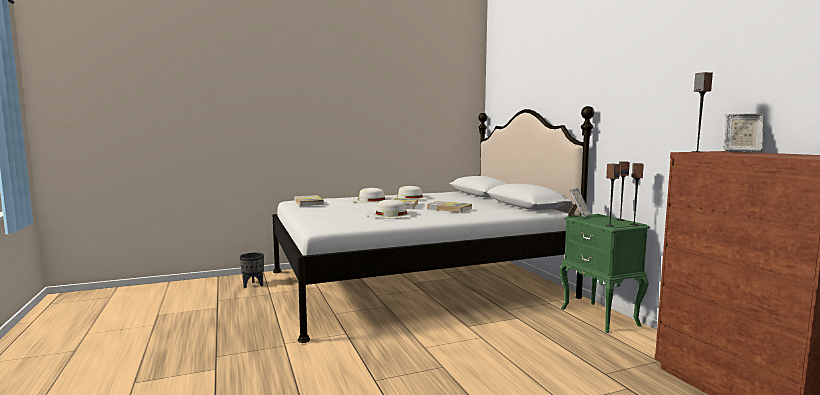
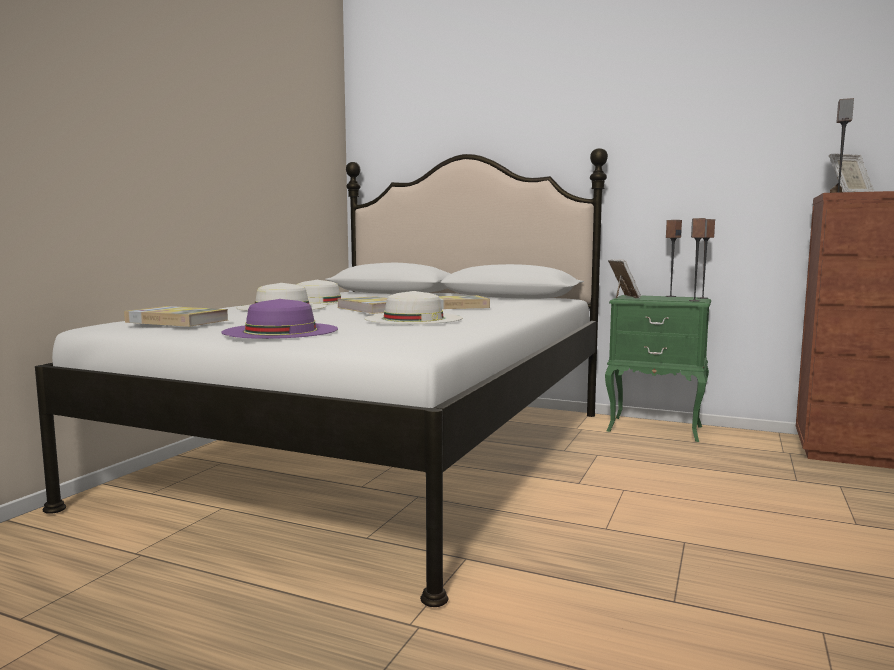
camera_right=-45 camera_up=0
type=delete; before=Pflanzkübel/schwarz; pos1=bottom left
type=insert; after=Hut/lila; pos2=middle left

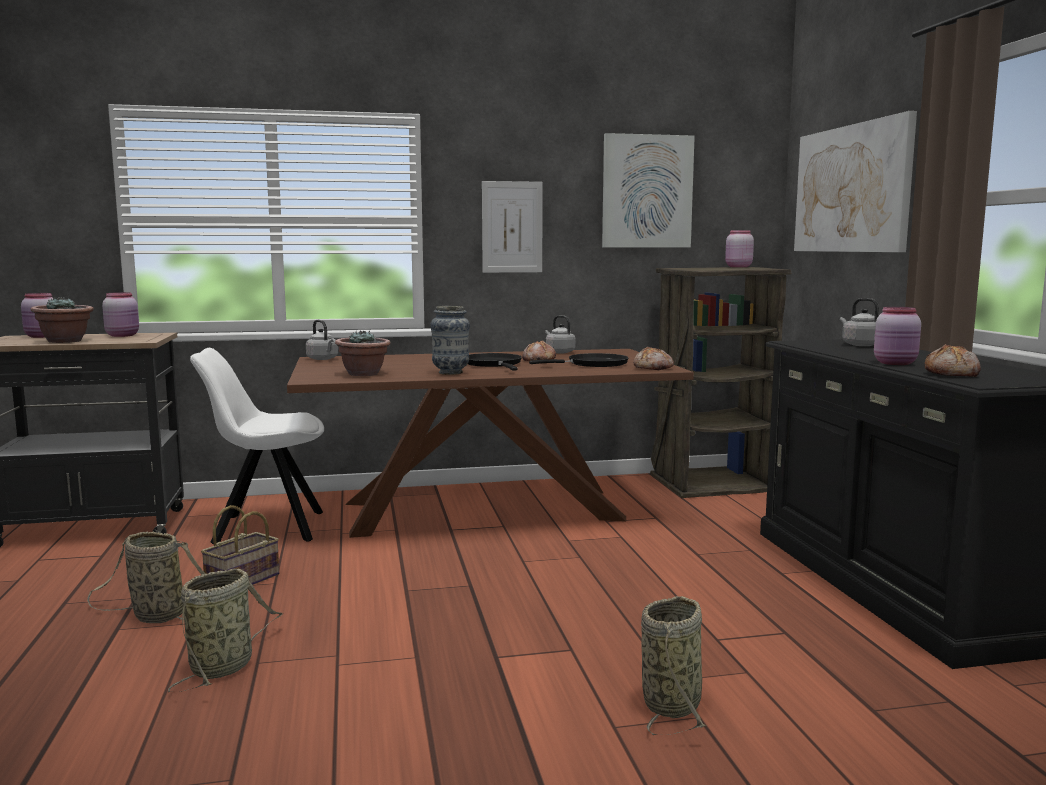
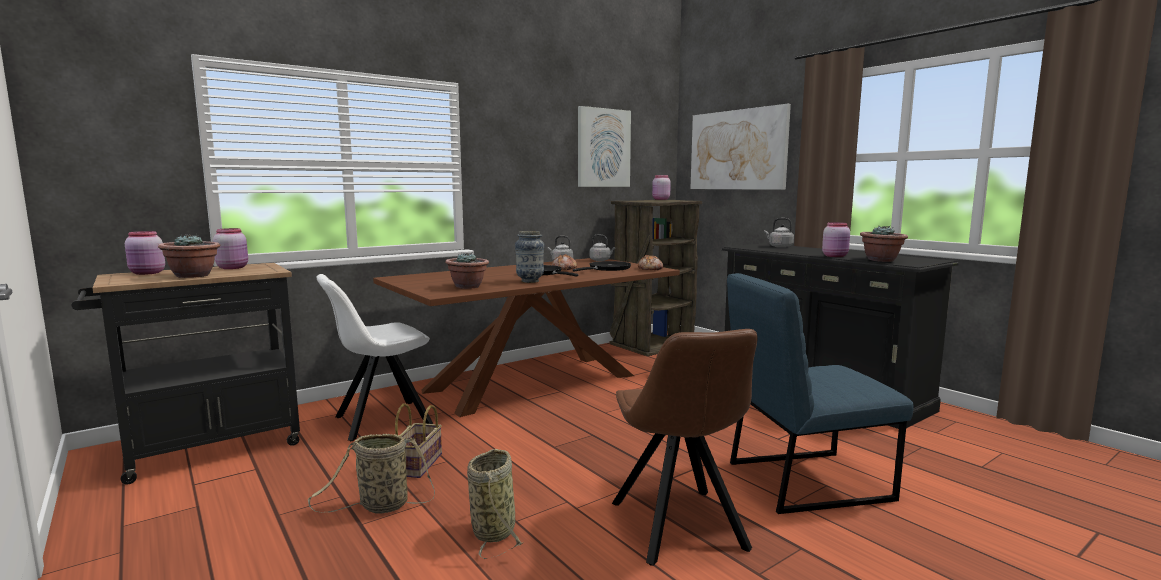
camera_right=-25 camera_up=0
type=delete; before=Bild (1st from left); pos1=top centre
type=move; before=Wasserkessel/grau (1st from left in the first image); after=Wasserkessel/grau (2nd from left); pos1=middle left; pos2=centre
type=replace; before=Brot (3rd from left); after=Topfpflanze (3rd from left); pos1=middle right; pos2=middle right
type=replace; before=Korb (4th from left); after=Stuhl/blau; pos1=bottom centre; pos2=bottom right
type=insert; after=Stuhl/braun; pos2=bottom centre

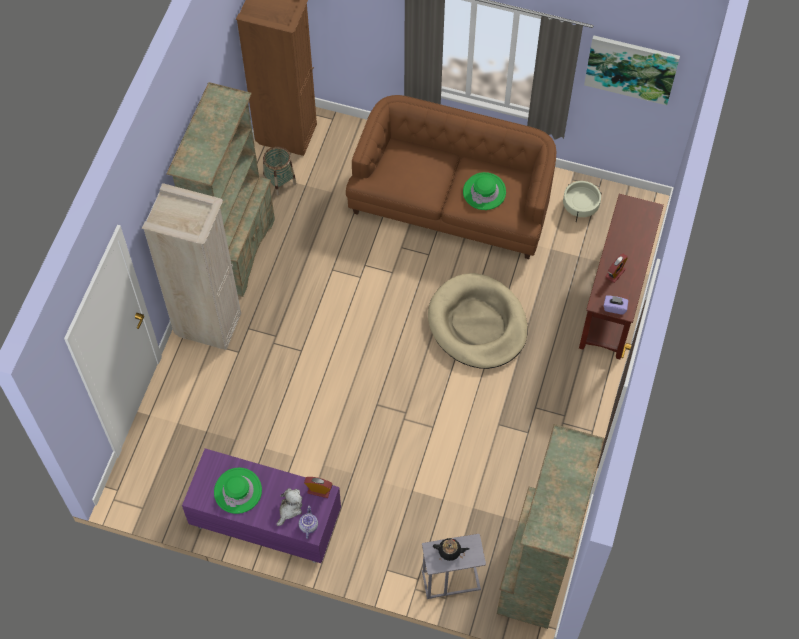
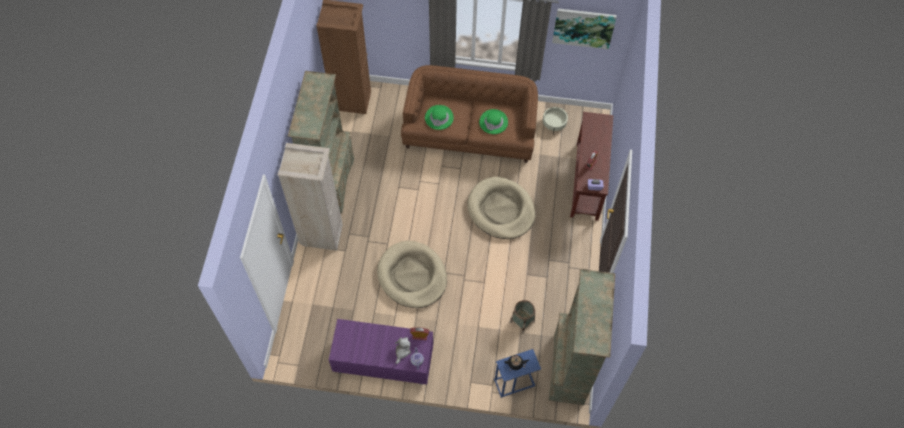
camera_right=-10 camera_up=0
type=move; before=Korb; pos1=top centre; pos2=bottom centre
type=move; before=Hut/grün (1st from left); pos1=bottom left; pos2=top centre
type=recolor; before=Beistelltisch/grau; after=Beistelltisch/blau; pos1=bottom centre; pos2=bottom centre
type=insert; after=Hundebett/beige (1st from left); pos2=centre

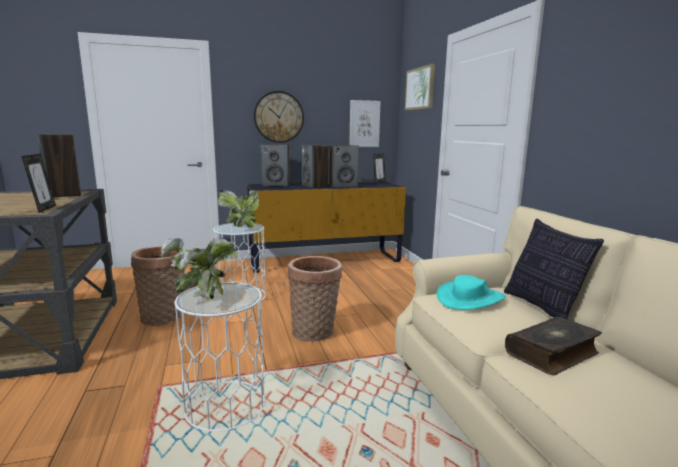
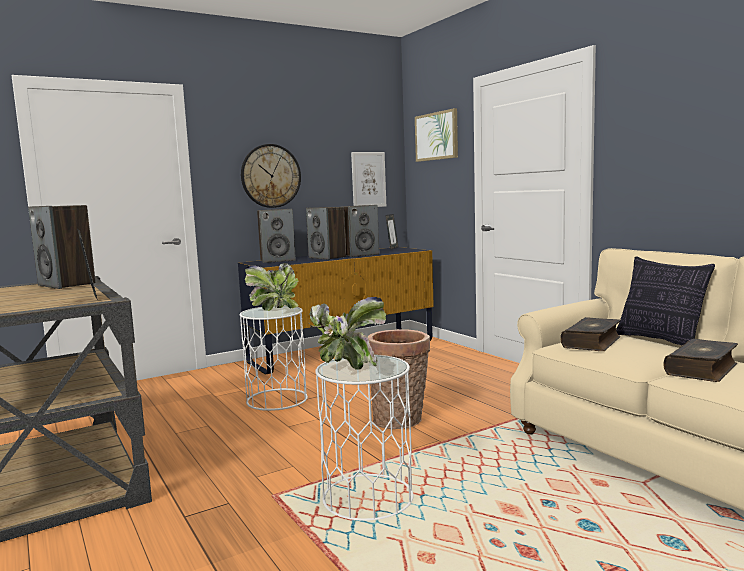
camera_right=-15 camera_up=-5
type=delete; before=Korb (1st from left); pos1=middle left
type=replace; before=Hut/türkis; after=Buch (1st from left); pos1=middle right; pos2=middle right

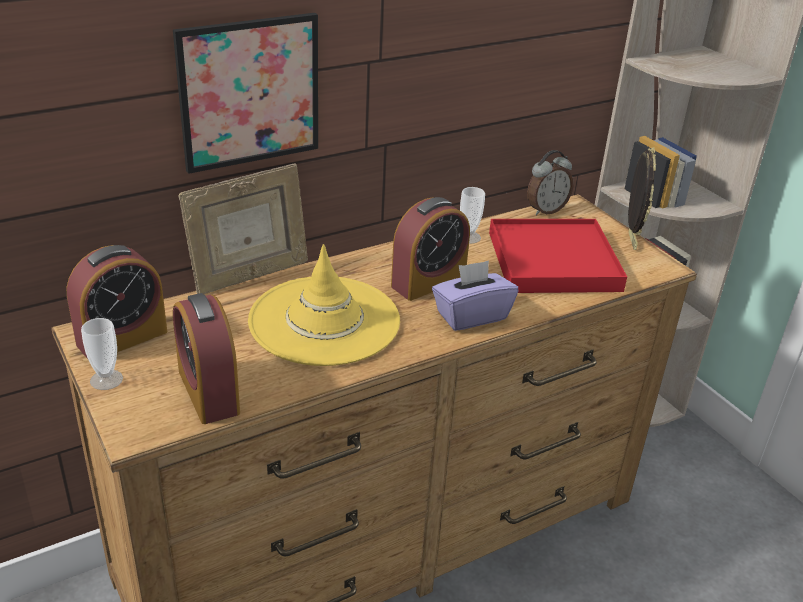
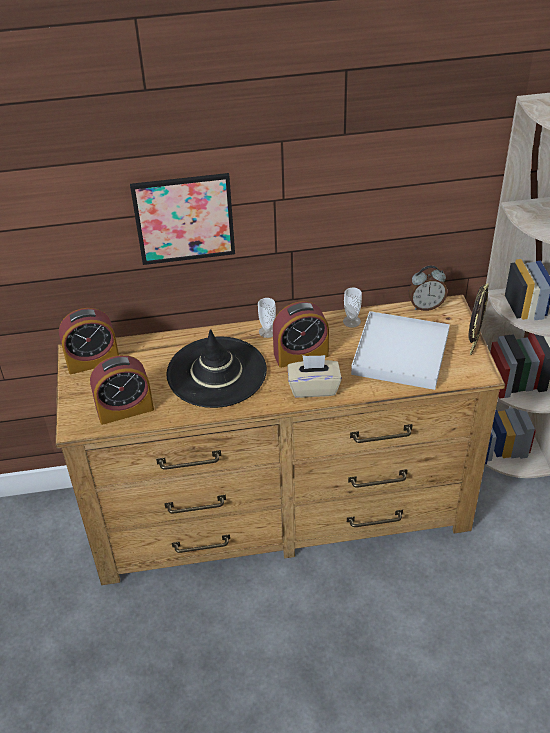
camera_right=25 camera_up=10
type=delete; before=Bilderrahmen (1st from left); pos1=middle left
type=recolor; before=Tablett/rot; after=Tablett/weiß; pos1=middle right; pos2=middle right
type=recolor; before=Hut/gelb; after=Hut/schwarz; pos1=centre; pos2=centre
type=recolor; before=Taschentuchbox/lila; after=Taschentuchbox/beige; pos1=centre; pos2=centre
type=rotate; before=Wecker (2nd from left); pos1=middle left; pos2=middle left; turn=-105
type=move; before=Tasse (1st from left); pos1=middle left; pos2=centre

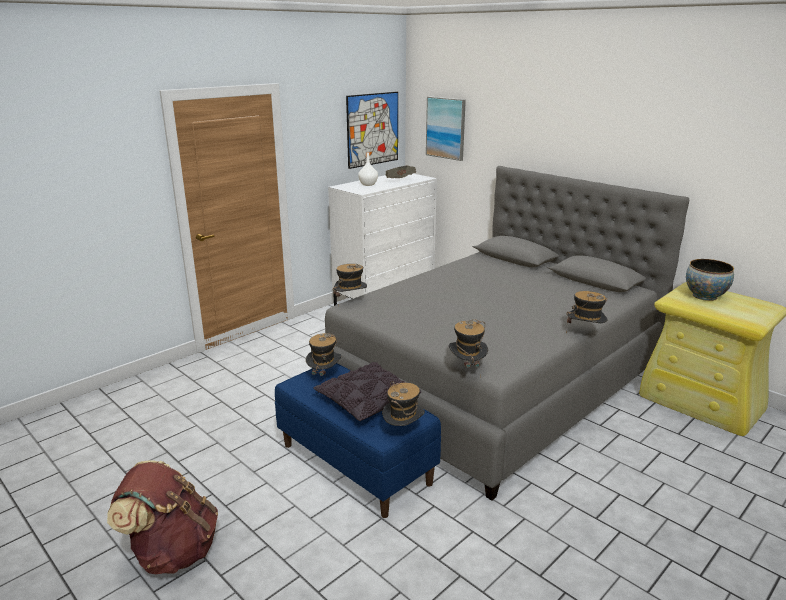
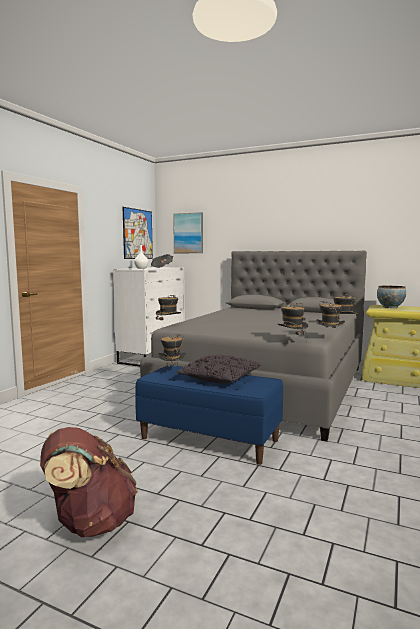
camera_right=-20 camera_up=-15
type=move; before=Hut (3rd from left in the first image); after=Hut (4th from left); pos1=bottom centre; pos2=middle right

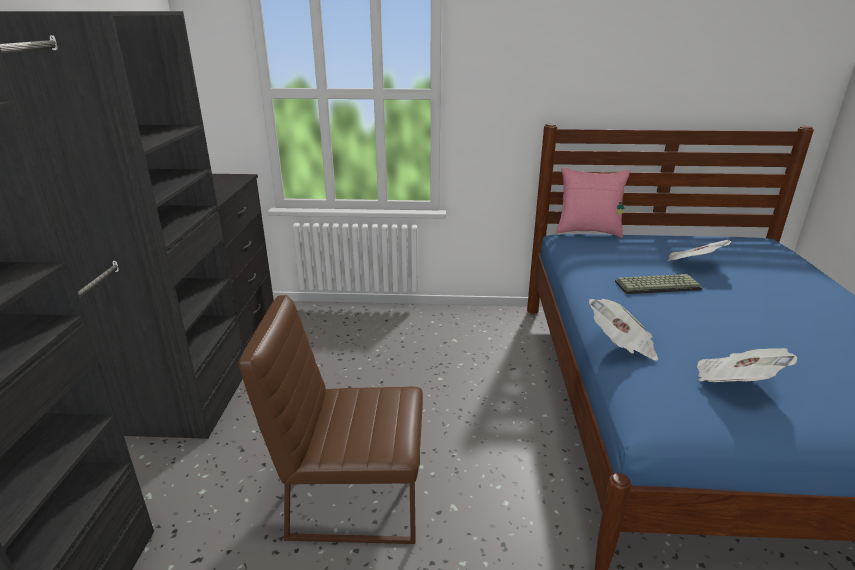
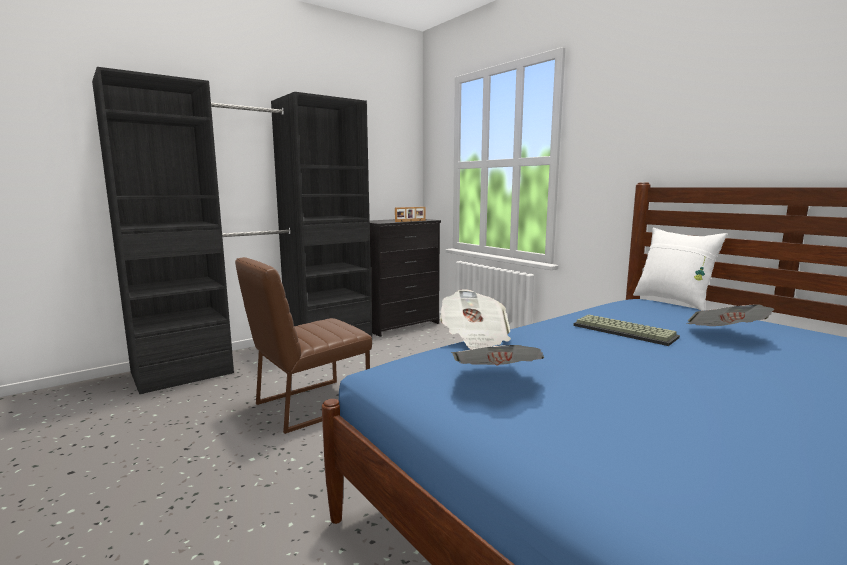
camera_right=50 camera_up=-15
type=recolor; before=Kissen/rosa; after=Kissen/weiß; pos1=middle right; pos2=middle right
type=rotate; before=Stuhl/braun; pos1=bottom centre; pos2=centre; turn=-90
type=insert; after=Bilderrahmen; pos2=centre

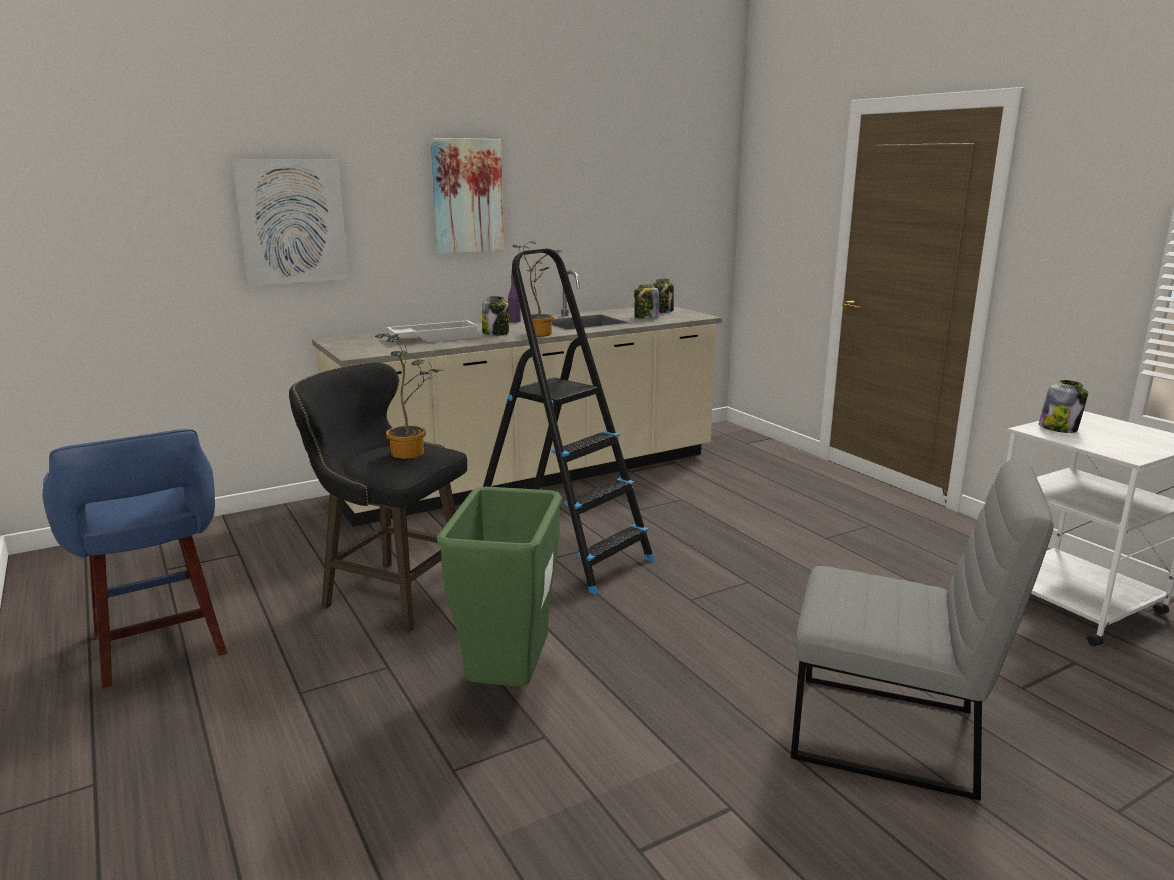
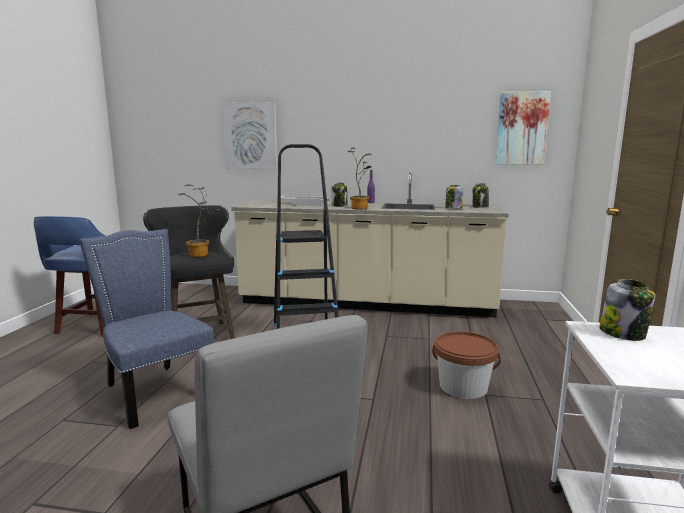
camera_right=40 camera_up=-5
type=move; before=Bild (2nd from left); pos1=top centre; pos2=top right
type=replace; before=Mülleimer/grün; after=Stuhl/blau; pos1=bottom centre; pos2=middle left
type=insert; after=Eimer/braun; pos2=bottom right

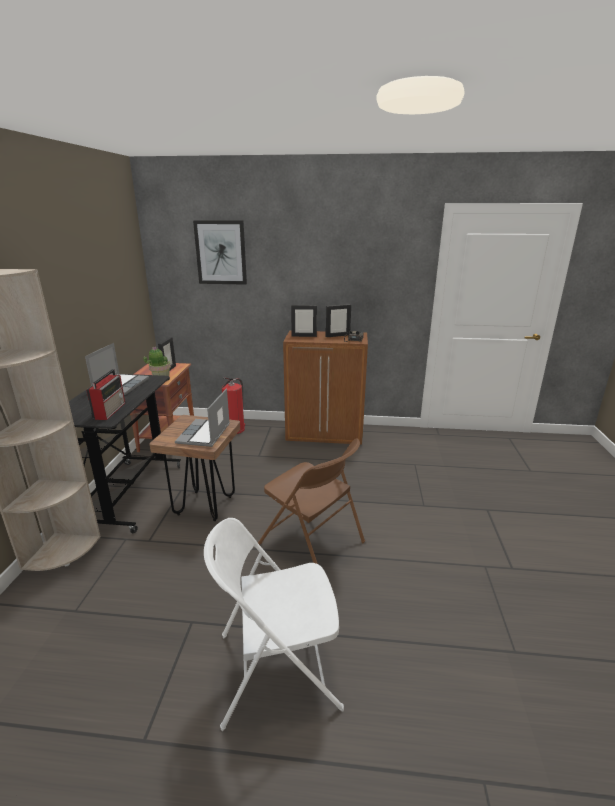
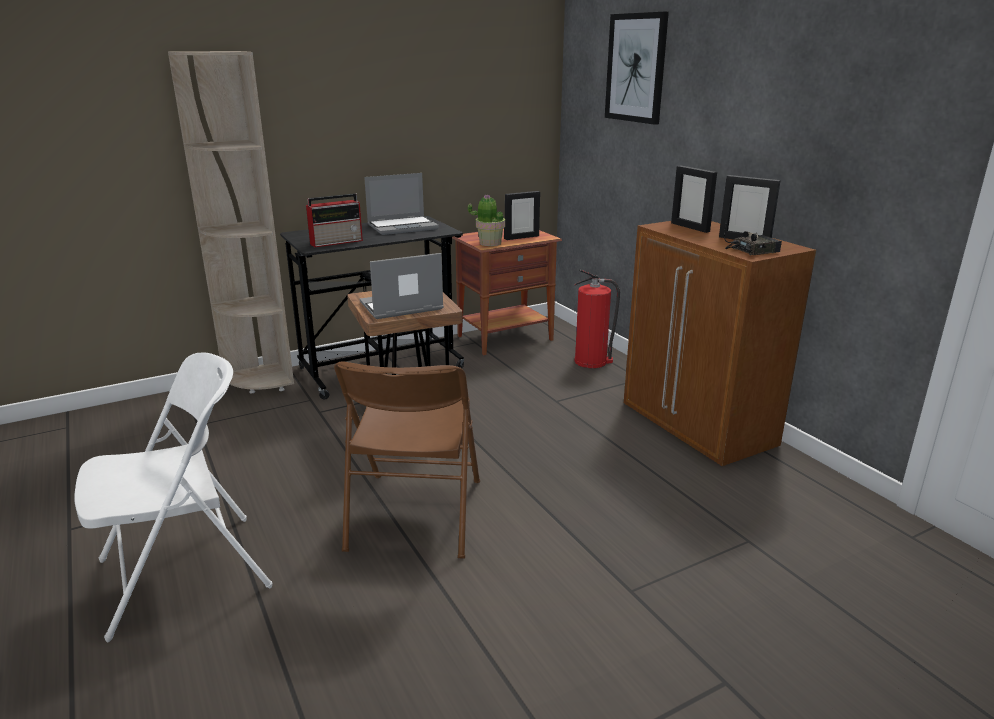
camera_right=55 camera_up=0
type=rotate; before=Stuhl/weiß; pos1=bottom centre; pos2=bottom left; turn=105

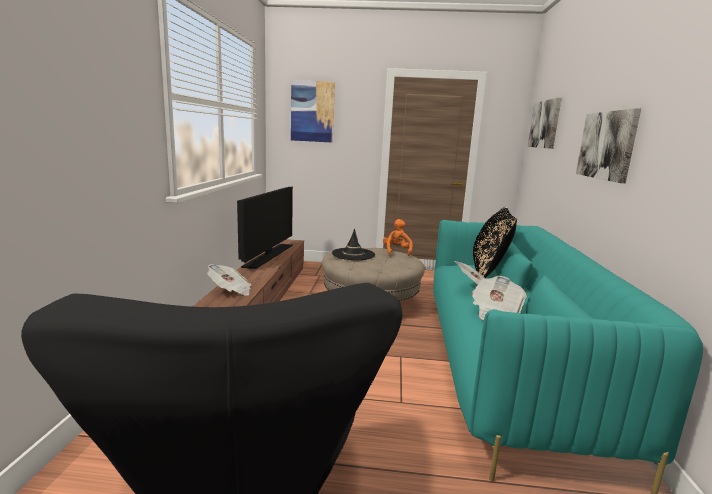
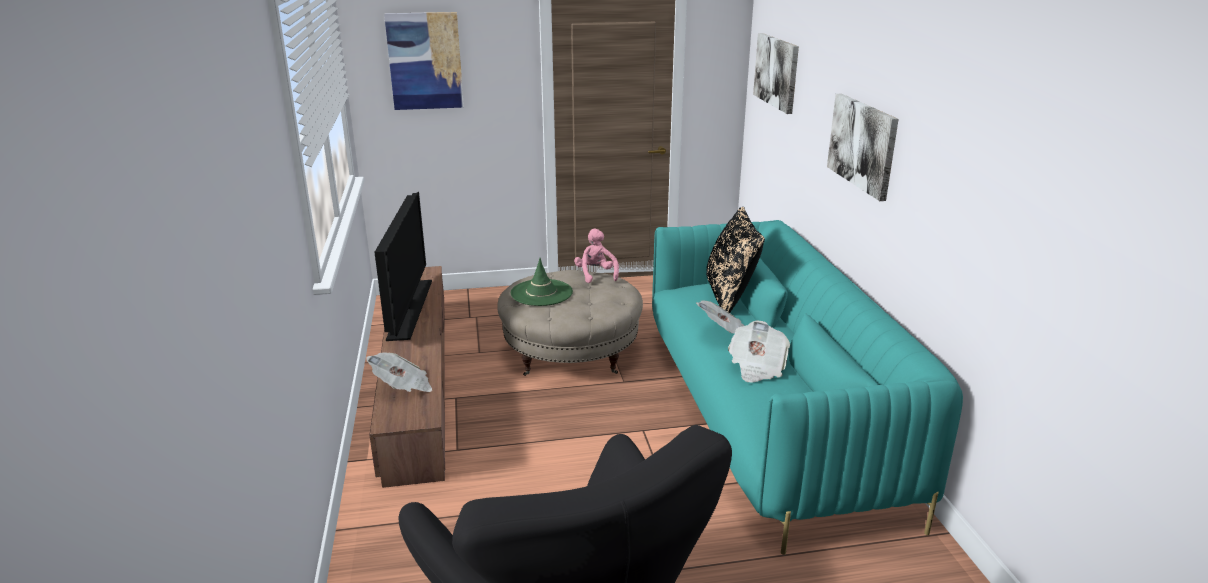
camera_right=-15 camera_up=10
type=recolor; before=Plüschtier/orange; after=Plüschtier/rosa; pos1=centre; pos2=centre
type=recolor; before=Hut/schwarz; after=Hut/grün; pos1=centre; pos2=centre

